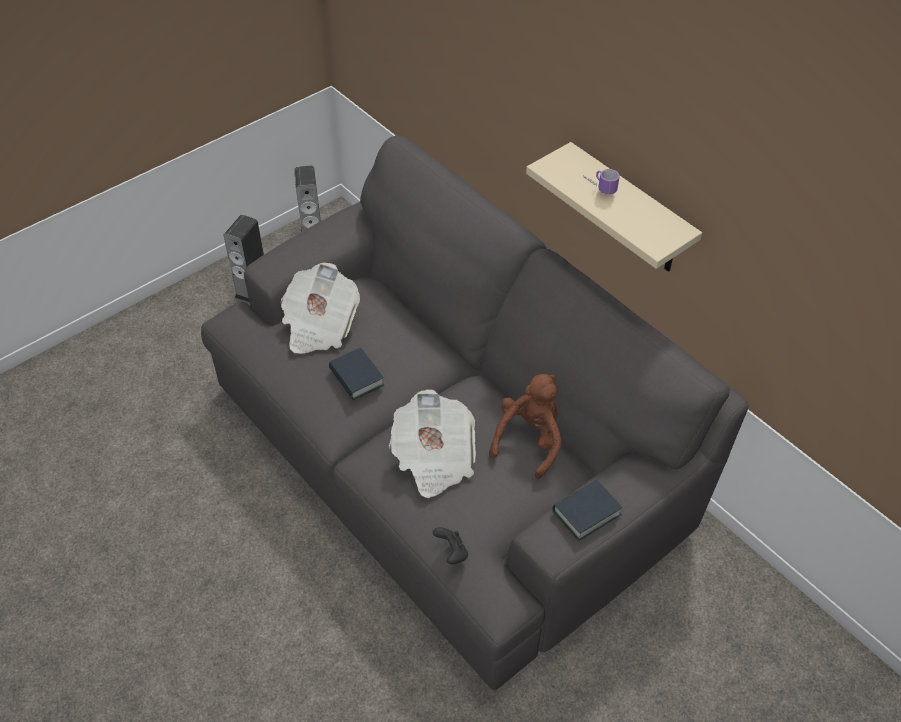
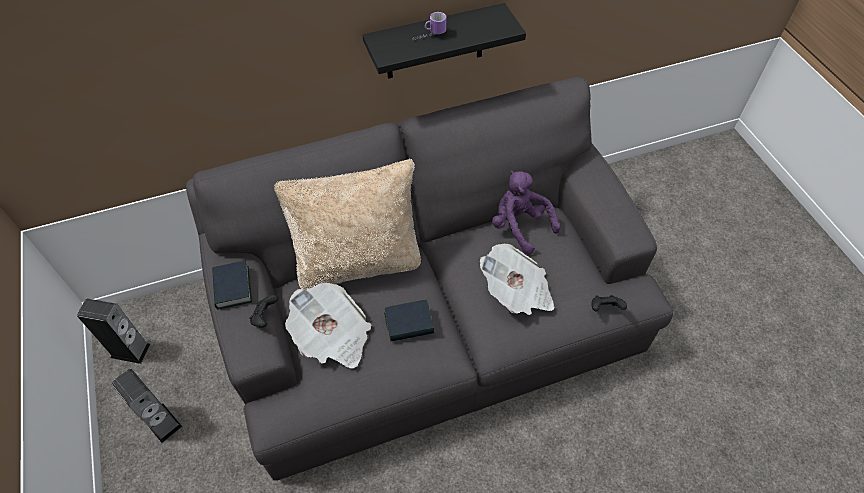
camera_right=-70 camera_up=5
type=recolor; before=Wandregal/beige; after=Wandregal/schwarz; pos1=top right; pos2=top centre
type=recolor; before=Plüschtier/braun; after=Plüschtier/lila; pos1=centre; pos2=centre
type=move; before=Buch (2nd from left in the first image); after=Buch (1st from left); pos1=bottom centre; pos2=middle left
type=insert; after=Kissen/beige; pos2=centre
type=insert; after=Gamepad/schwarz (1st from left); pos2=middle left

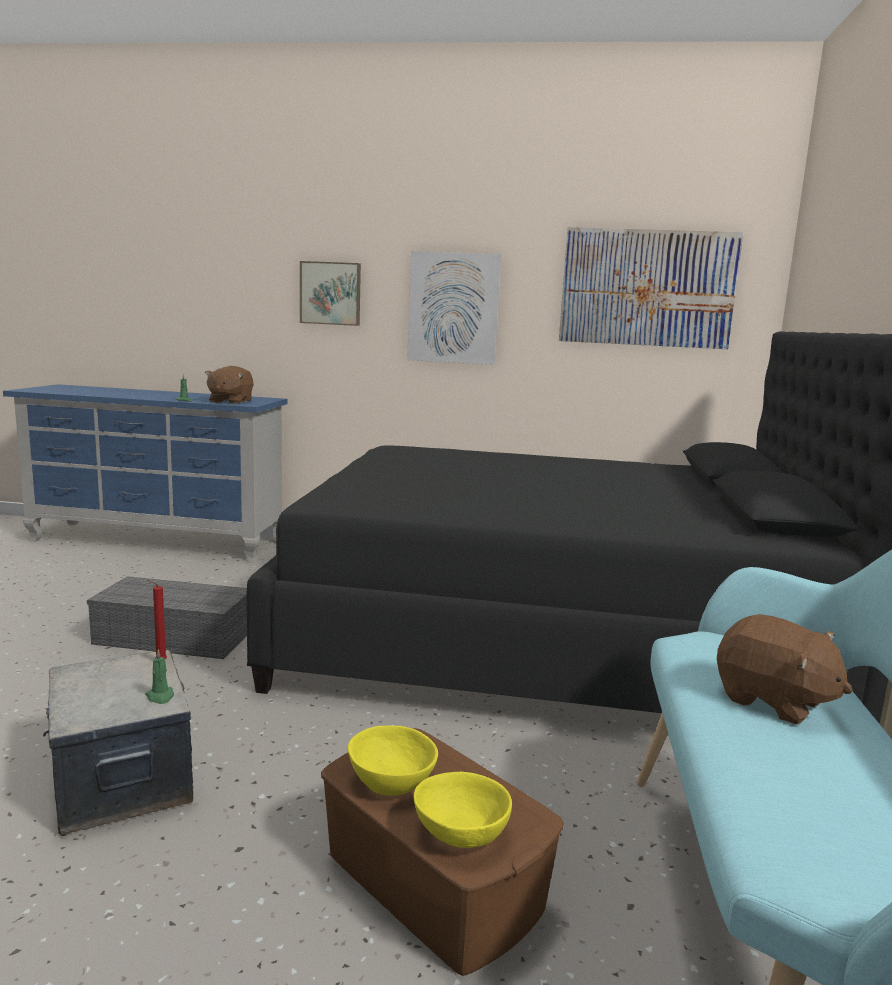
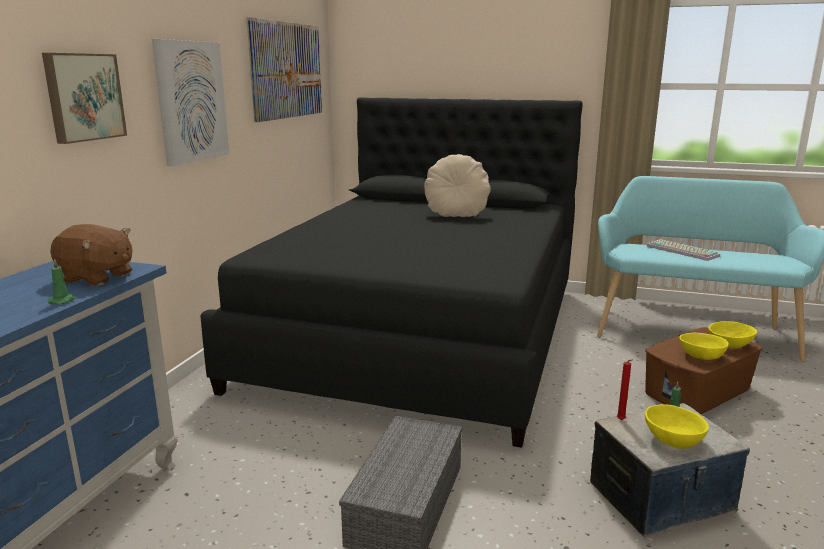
camera_right=-80 camera_up=5
type=replace; before=Plüschtier/braun (2nd from left); after=Tastatur; pos1=bottom right; pos2=middle right
type=insert; after=Kissen/beige; pos2=centre
type=insert; after=Schüssel/gelb (1st from left); pos2=bottom right

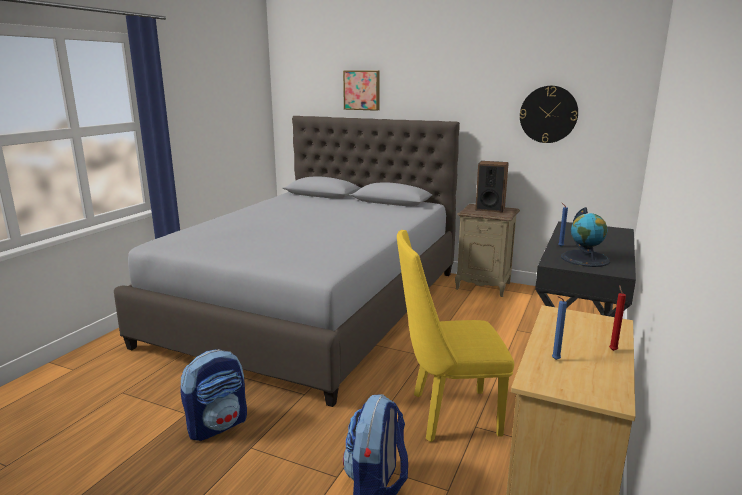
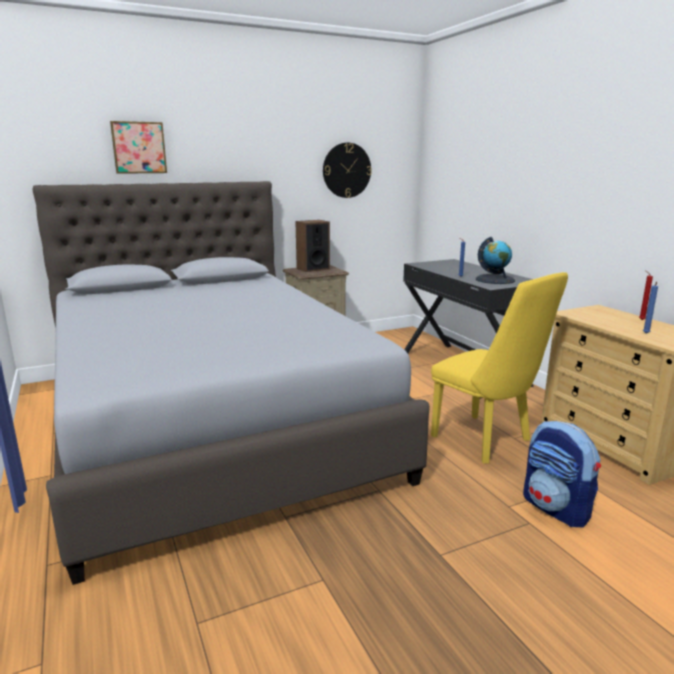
camera_right=-50 camera_up=0
type=rotate; before=Stuhl/gelb; pos1=bottom centre; pos2=middle right; turn=-75
type=delete; before=Rucksack (1st from left); pos1=bottom left

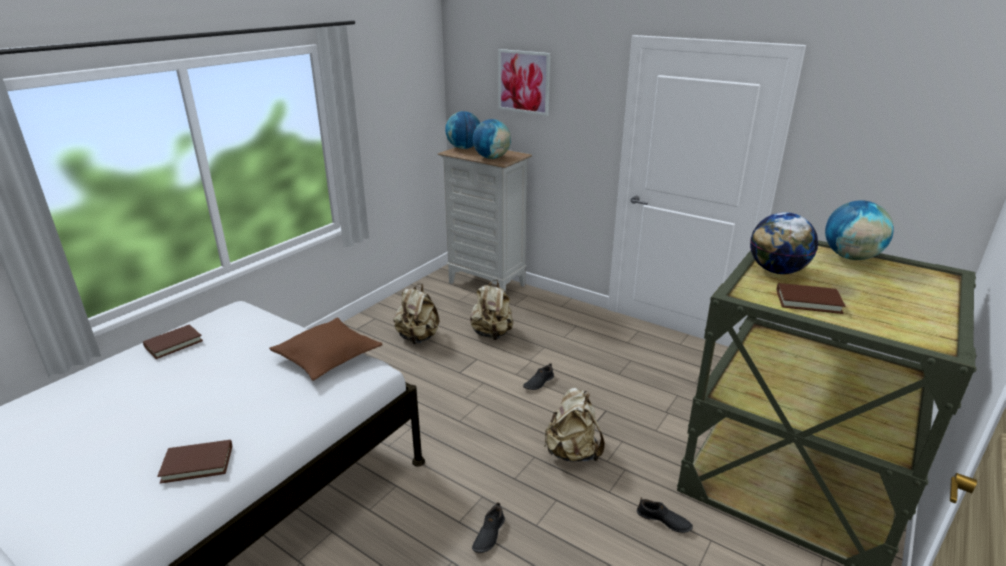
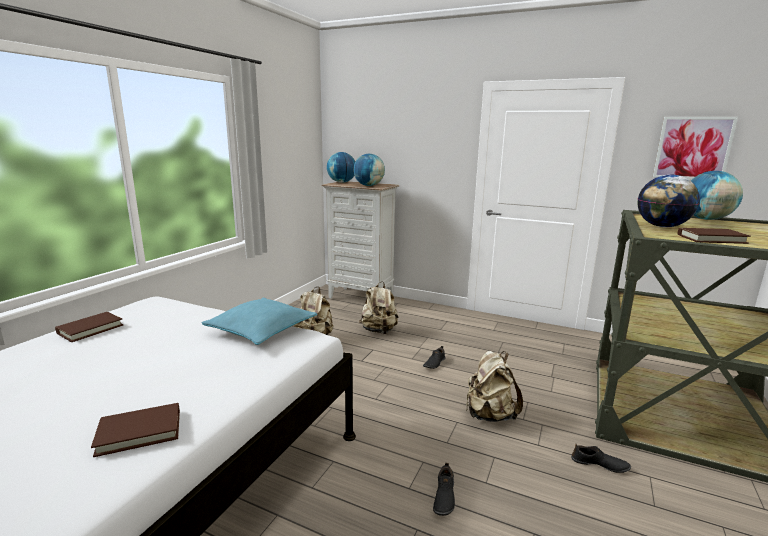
camera_right=-10 camera_up=-10
type=move; before=Bild; pos1=top centre; pos2=top right
type=recolor; before=Kissen/braun; after=Kissen/türkis; pos1=middle left; pos2=centre

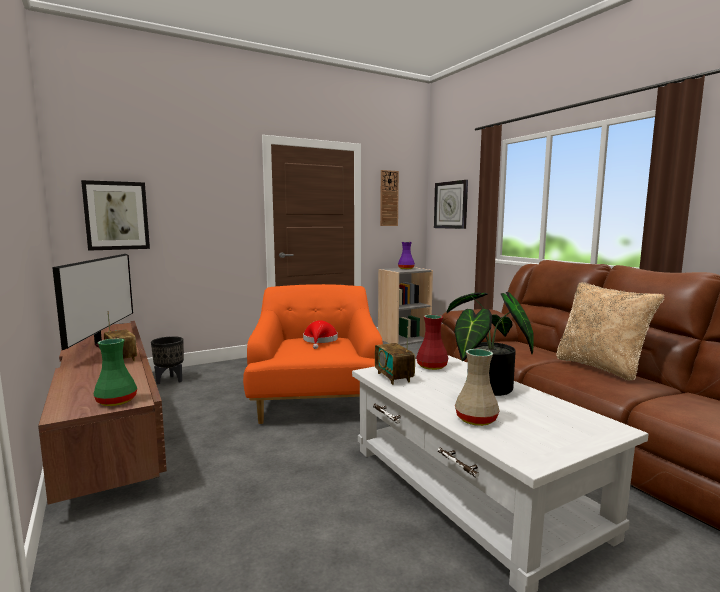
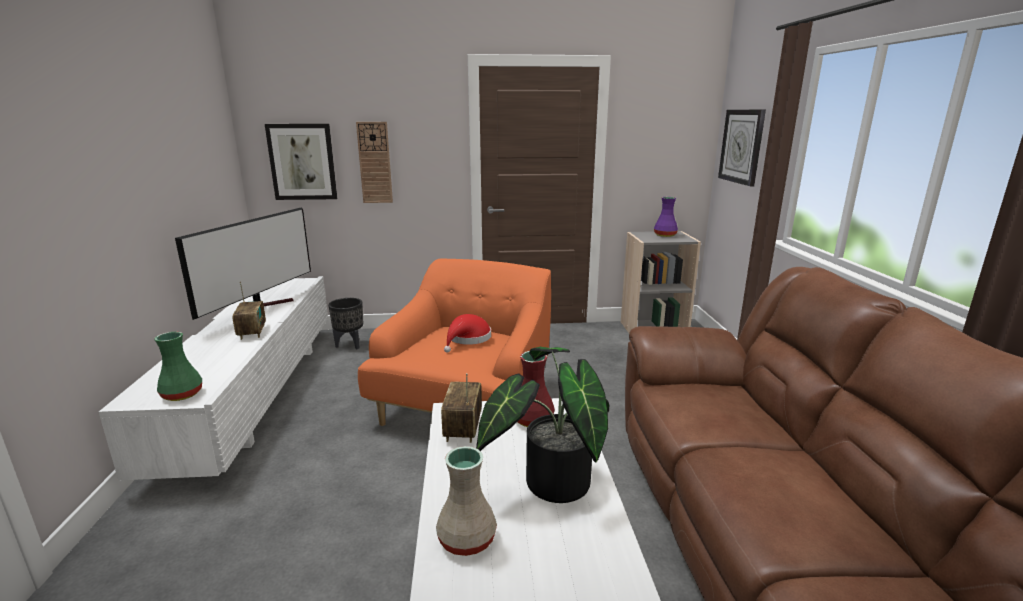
camera_right=25 camera_up=10
type=move; before=Wanduhr (1st from left); pos1=centre; pos2=top centre
type=delete; before=Kissen/beige; pos1=middle right
type=recolor; before=Fernsehschrank/braun; after=Fernsehschrank/weiß; pos1=bottom left; pos2=middle left

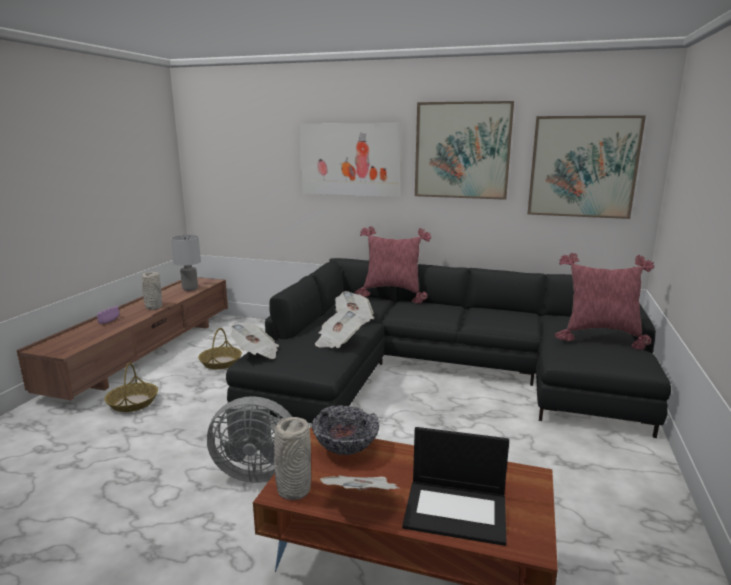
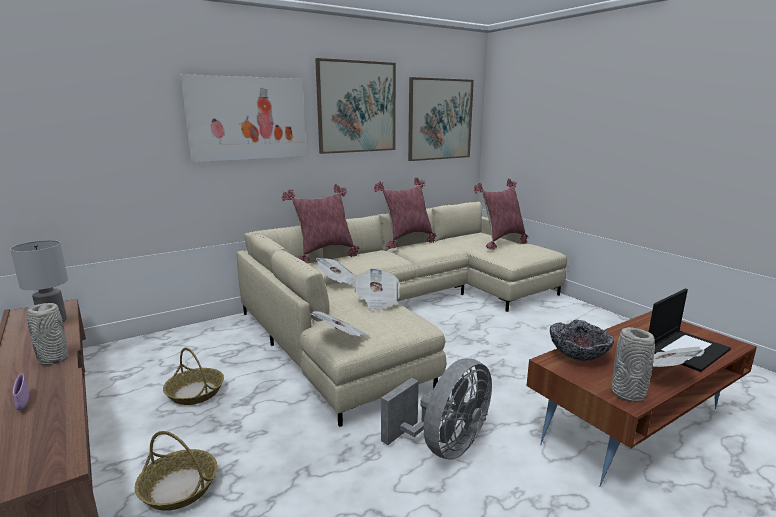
camera_right=-50 camera_up=0
type=recolor; before=Sofa/schwarz; after=Sofa/beige; pos1=centre; pos2=centre
type=insert; after=Kissen/rot (2nd from left); pos2=centre

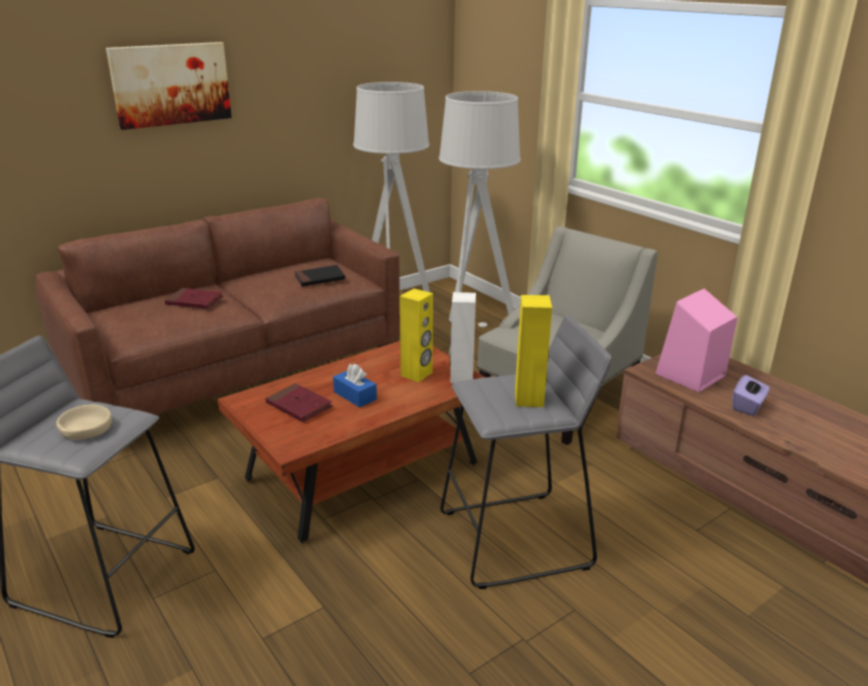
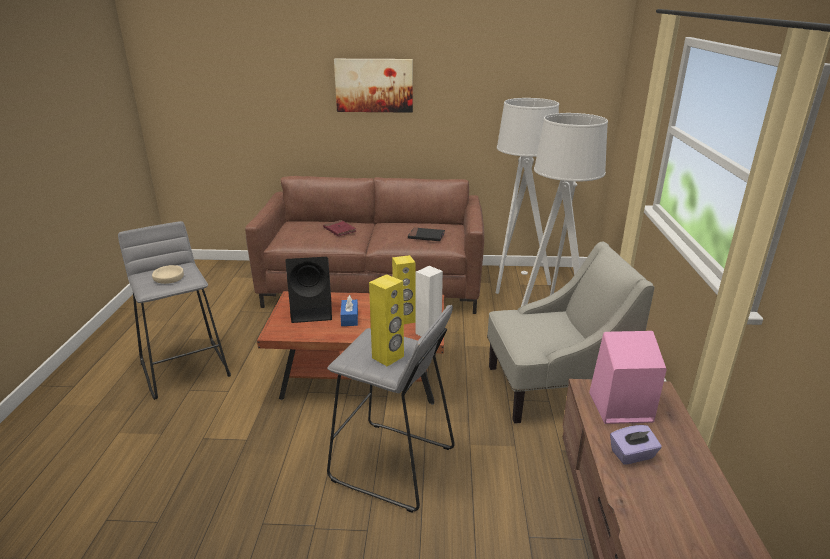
camera_right=40 camera_up=0
type=replace; before=Buch/rot (2nd from left); after=Lautsprecher/schwarz; pos1=centre; pos2=centre

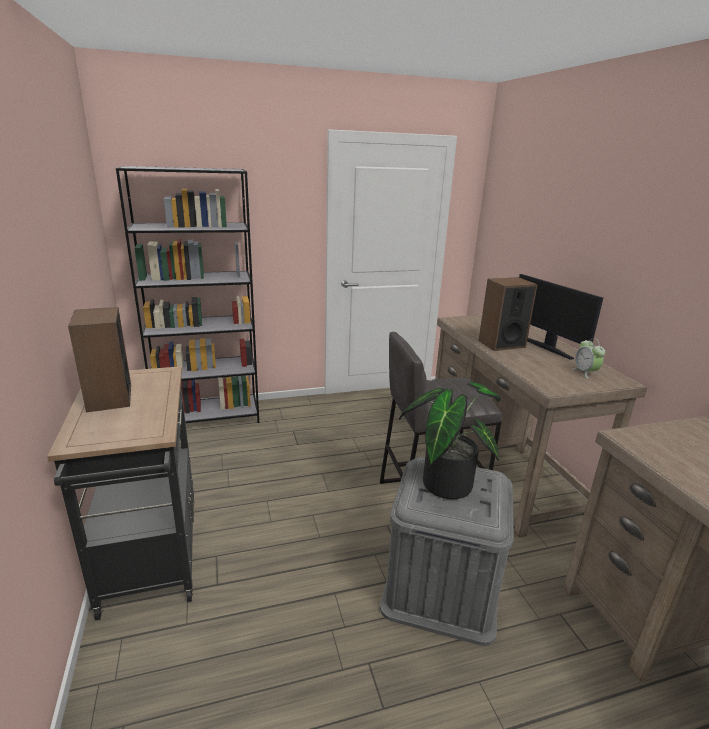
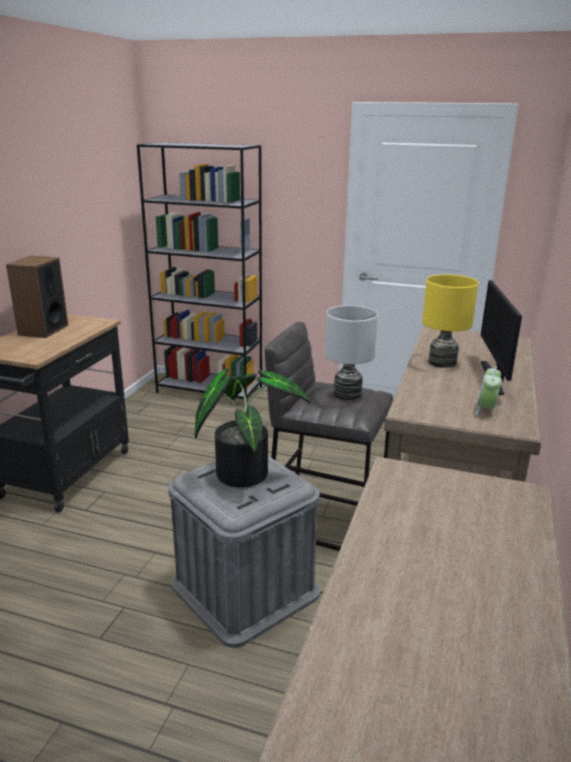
camera_right=35 camera_up=0
type=replace; before=Lautsprecher (2nd from left); after=Tischlampe/gelb; pos1=middle right; pos2=middle right
type=insert; after=Tischlampe/grau; pos2=centre

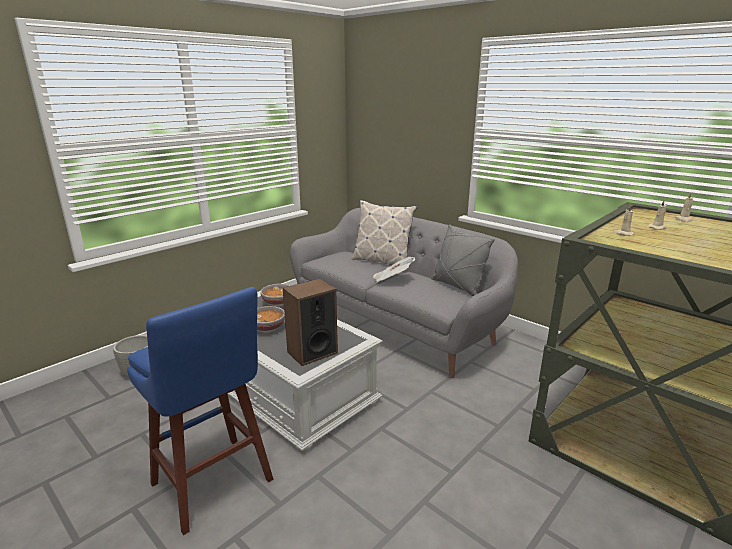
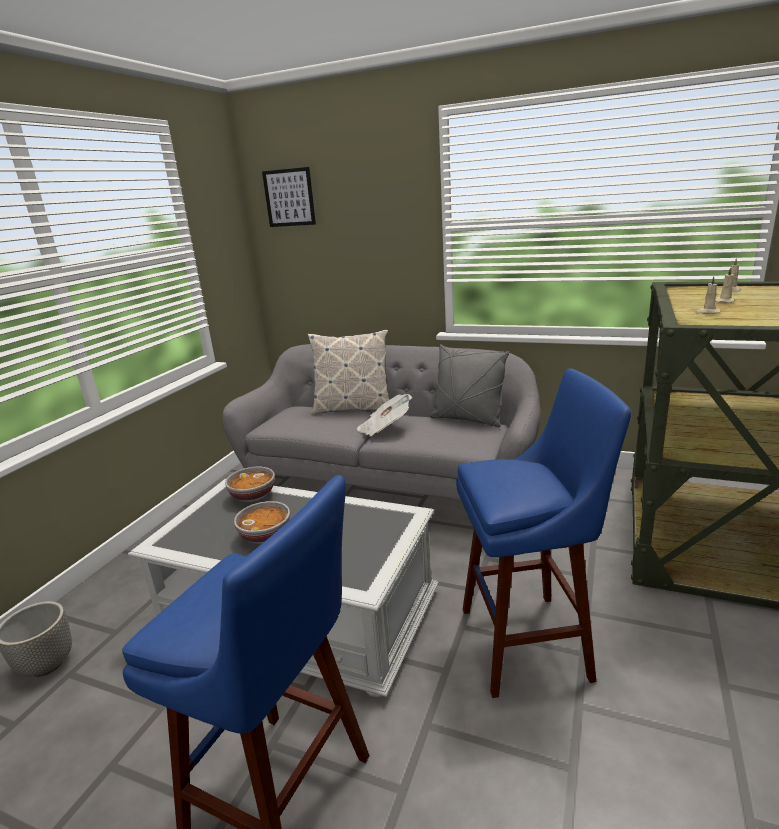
camera_right=-20 camera_up=0
type=delete; before=Lautsprecher; pos1=centre
type=insert; after=Bild; pos2=top centre
type=insert; after=Hocker/blau (2nd from left); pos2=middle right

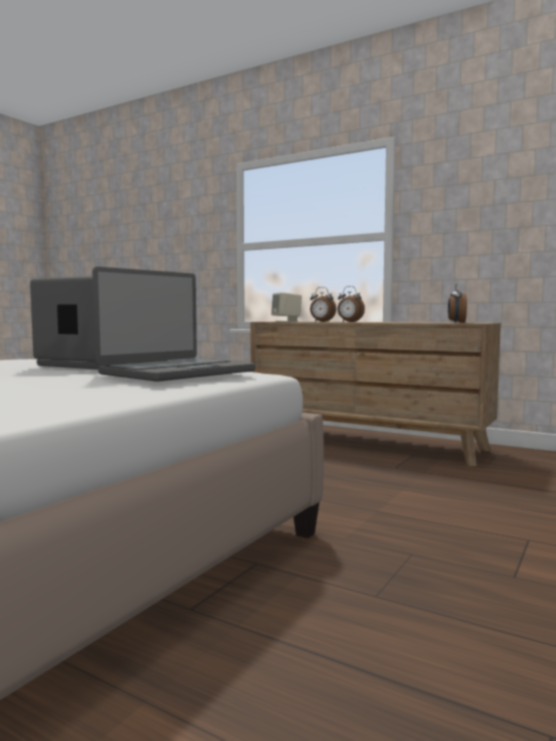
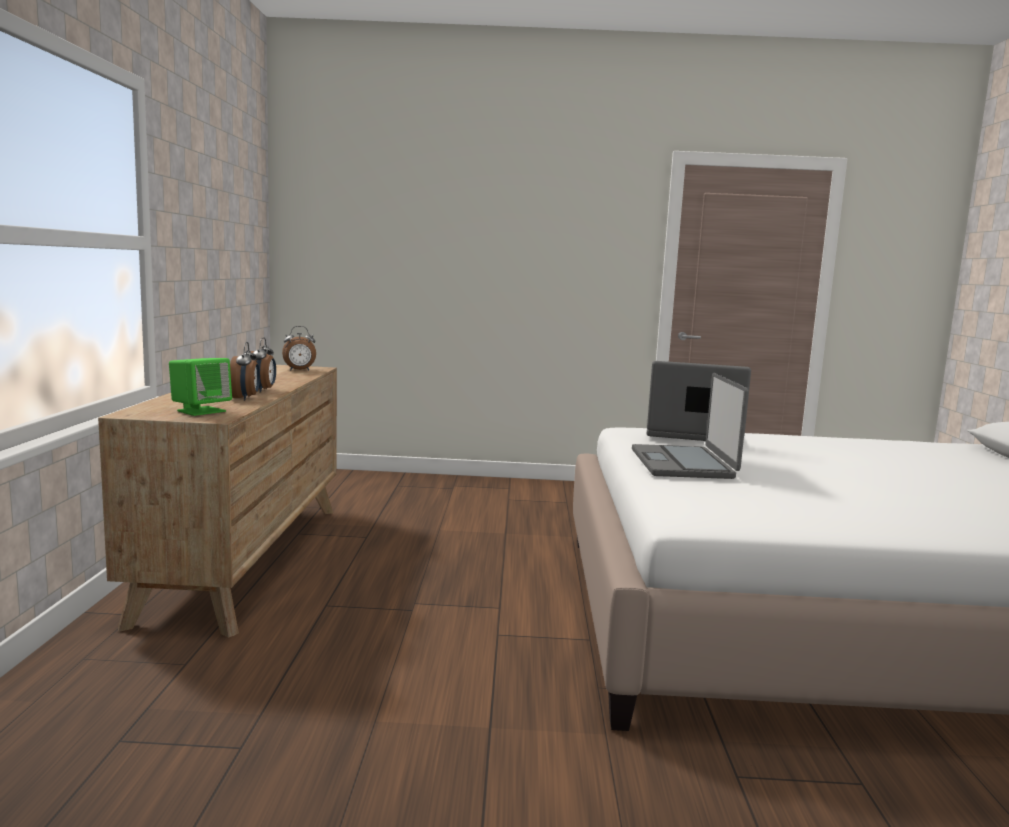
camera_right=-120 camera_up=5
type=recolor; before=Lautsprecher/beige; after=Lautsprecher/grün; pos1=centre; pos2=middle left

